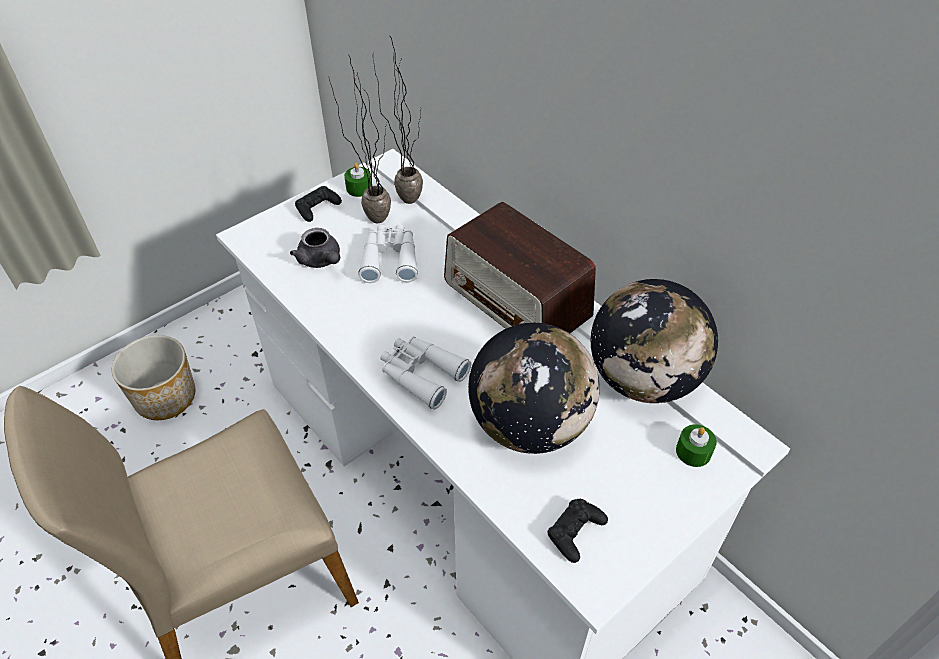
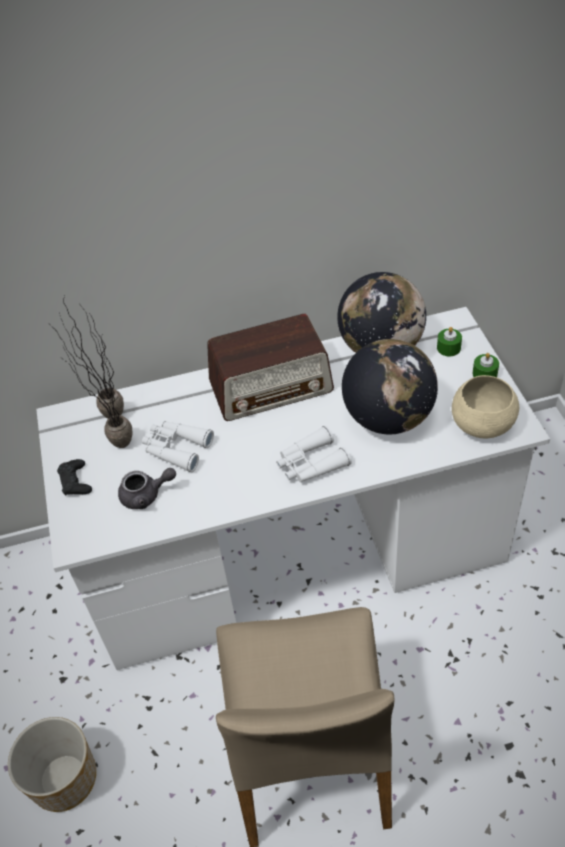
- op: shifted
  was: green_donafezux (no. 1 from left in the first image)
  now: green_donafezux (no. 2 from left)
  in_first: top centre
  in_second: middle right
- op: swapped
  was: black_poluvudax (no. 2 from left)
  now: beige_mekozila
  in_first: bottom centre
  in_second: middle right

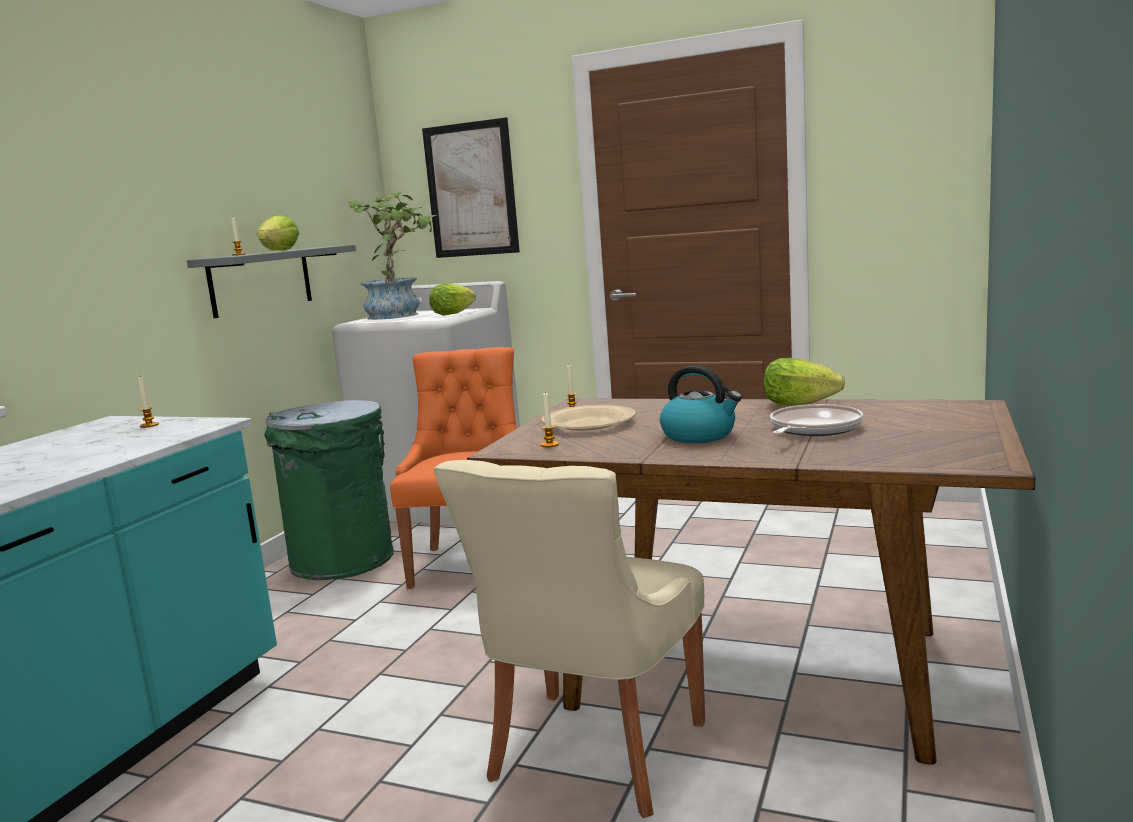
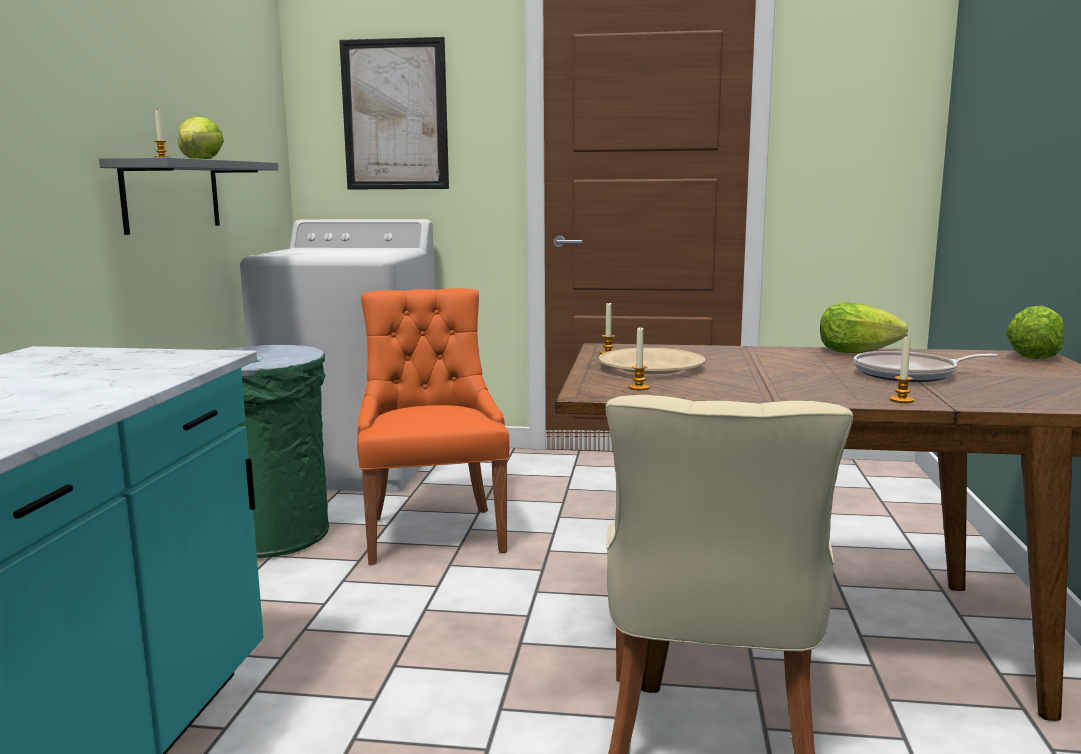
- op: gone
  was: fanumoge
  in_first: top centre
- op: gone
  was: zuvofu
  in_first: centre
- op: shifted
  was: donafezux (no. 1 from left in the first image)
  now: donafezux (no. 4 from left)
  in_first: middle left
  in_second: middle right
- op: shifted
  was: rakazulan (no. 2 from left in the first image)
  now: rakazulan (no. 3 from left)
  in_first: centre
  in_second: middle right
- op: rotated
  was: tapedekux
  in_first: middle right
  in_second: middle right
  clockwise: -120

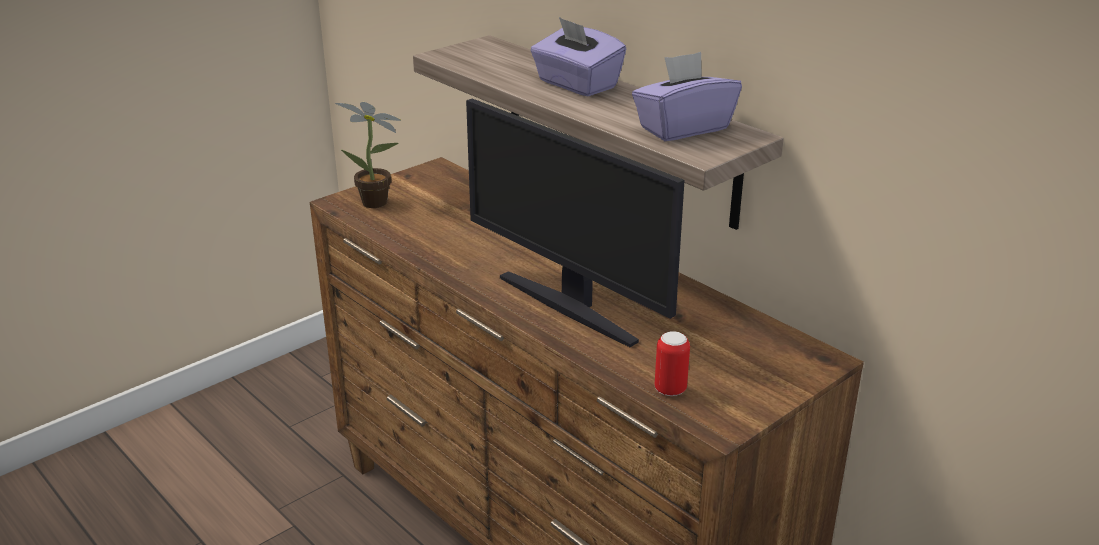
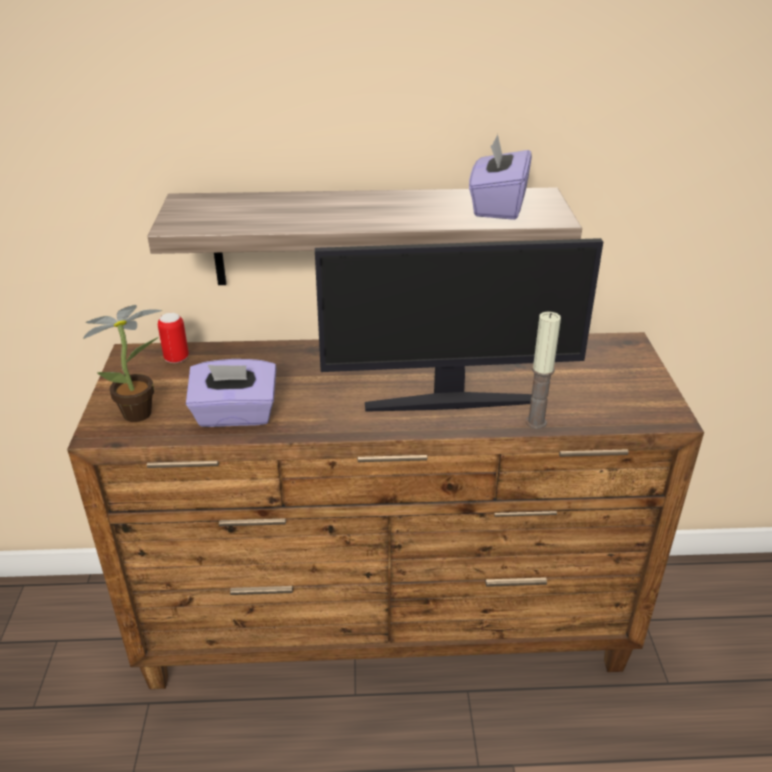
- op: new
  now: donafezux
  in_second: middle right
- op: shifted
  was: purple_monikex (no. 1 from left)
  in_first: top centre
  in_second: middle left
- op: shifted
  was: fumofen
  in_first: centre
  in_second: middle left

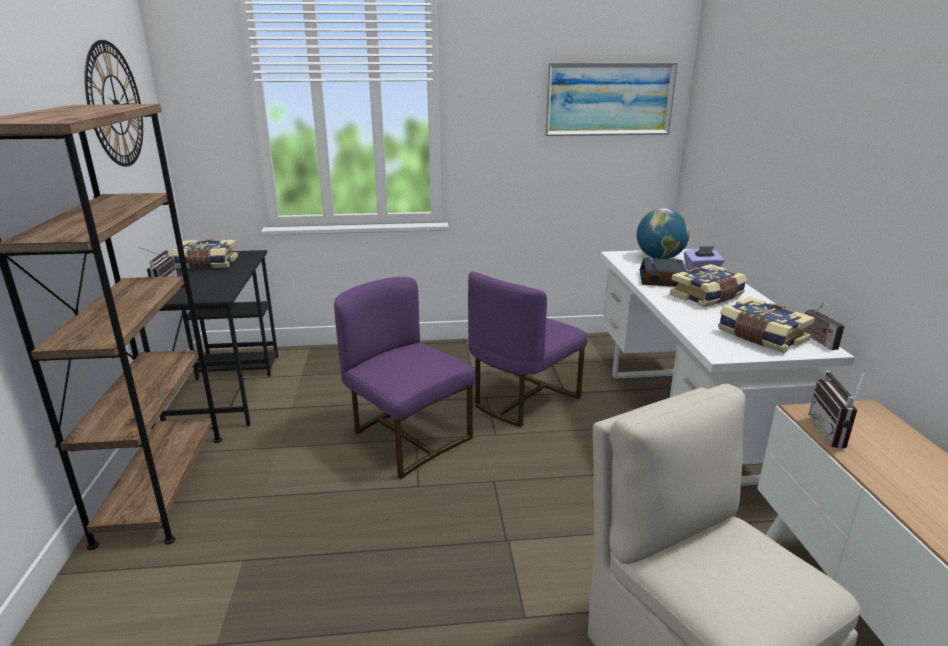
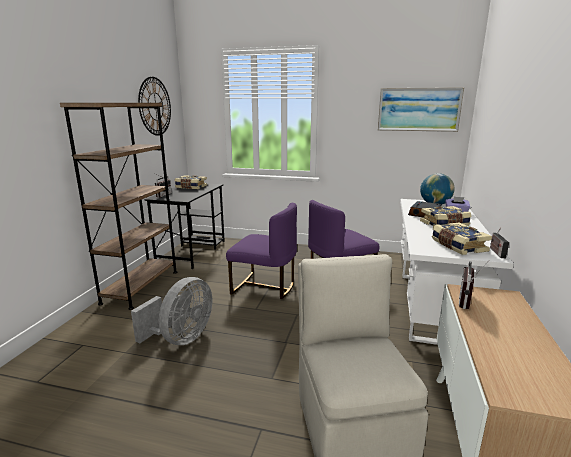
- op: new
  now: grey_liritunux
  in_second: bottom left
- op: rotated
  was: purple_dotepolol (no. 1 from left)
  in_first: centre
  in_second: centre
  clockwise: 135

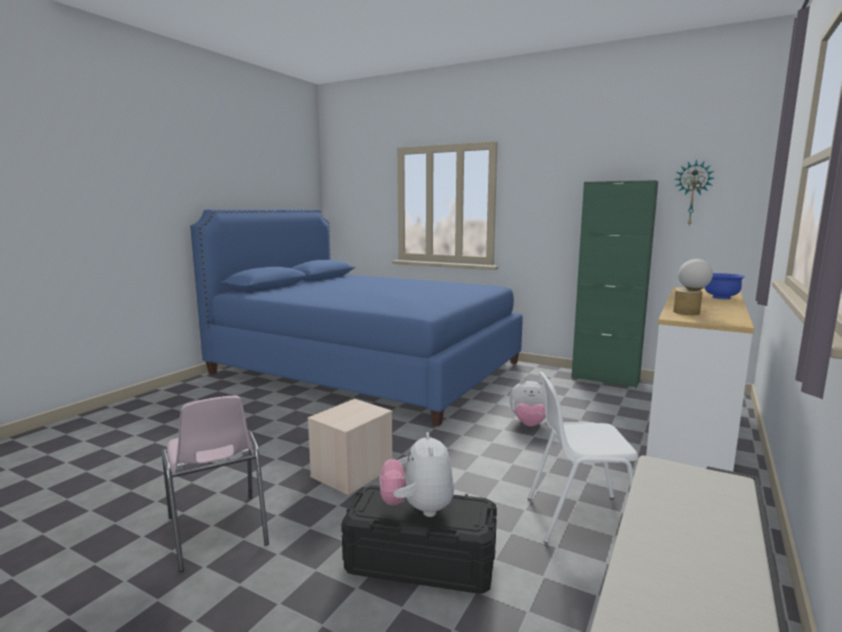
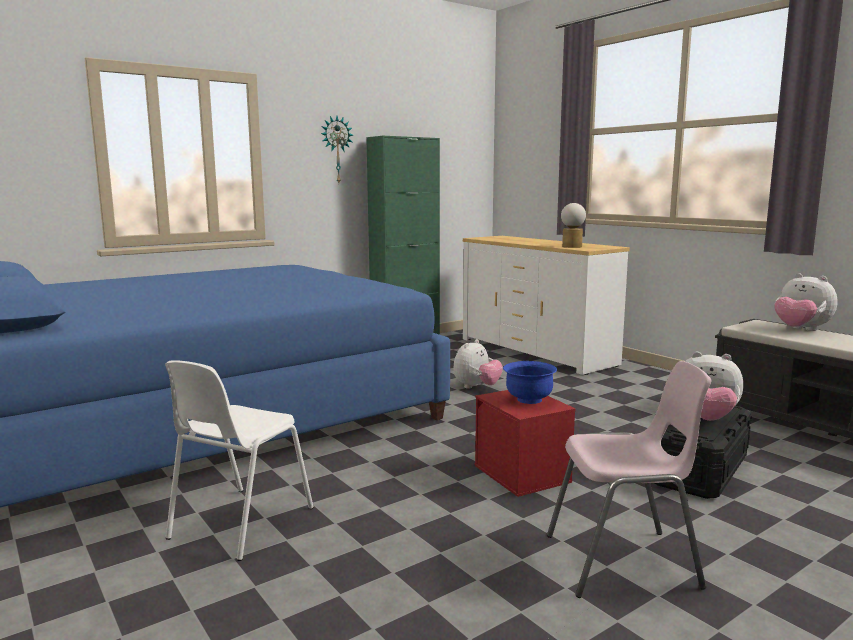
- op: new
  now: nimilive (no. 3 from left)
  in_second: middle right
- op: shifted
  was: white_dotepolol
  in_first: bottom right
  in_second: bottom left
- op: shifted
  was: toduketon
  in_first: top right
  in_second: top centre
- op: shifted
  was: blue_mekozila
  in_first: middle right
  in_second: centre
- op: repainted
  was: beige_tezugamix
  now: red_tezugamix
  in_first: bottom centre
  in_second: bottom centre

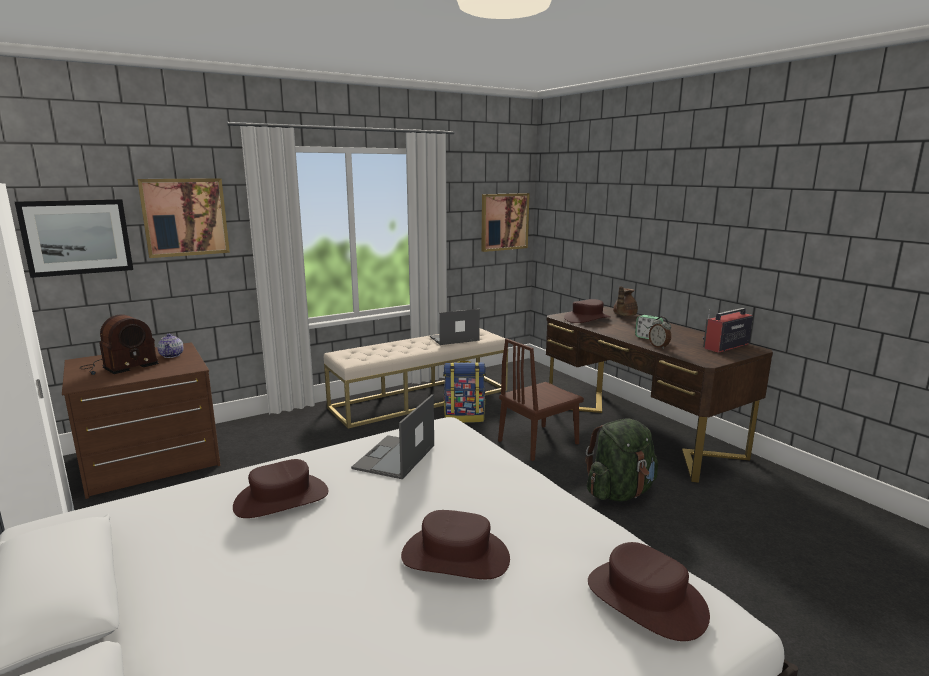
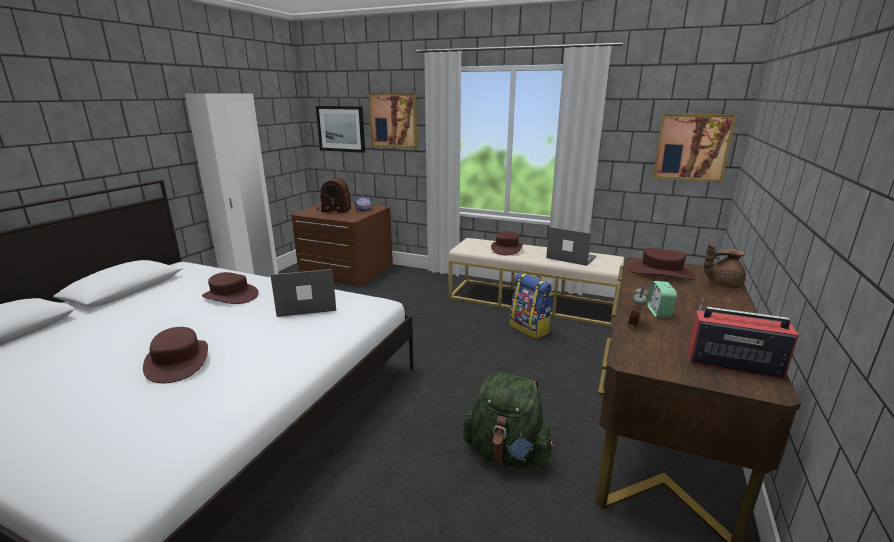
- op: gone
  was: brown_dotepolol
  in_first: centre
- op: shifted
  was: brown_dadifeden (no. 4 from left in the first image)
  now: brown_dadifeden (no. 3 from left)
  in_first: bottom right
  in_second: centre

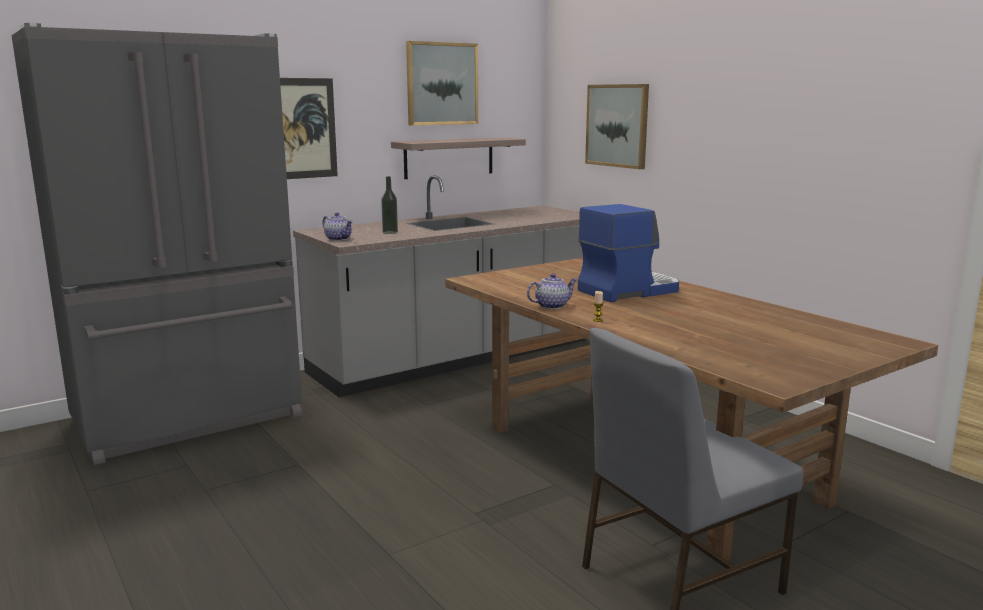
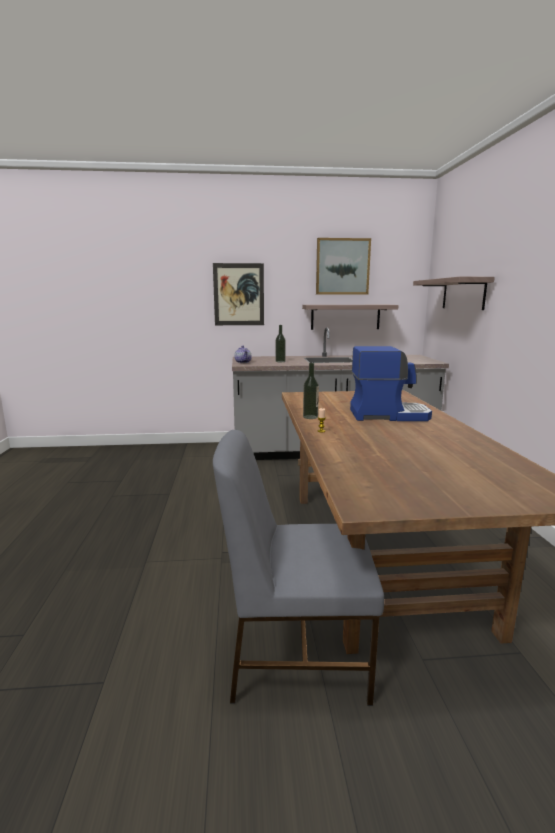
- op: gone
  was: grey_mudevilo
  in_first: middle left
- op: swapped
  was: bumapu (no. 2 from left)
  now: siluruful (no. 2 from left)
  in_first: centre
  in_second: centre
- op: swapped
  was: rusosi (no. 3 from left)
  now: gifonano (no. 2 from left)
  in_first: top centre
  in_second: middle right

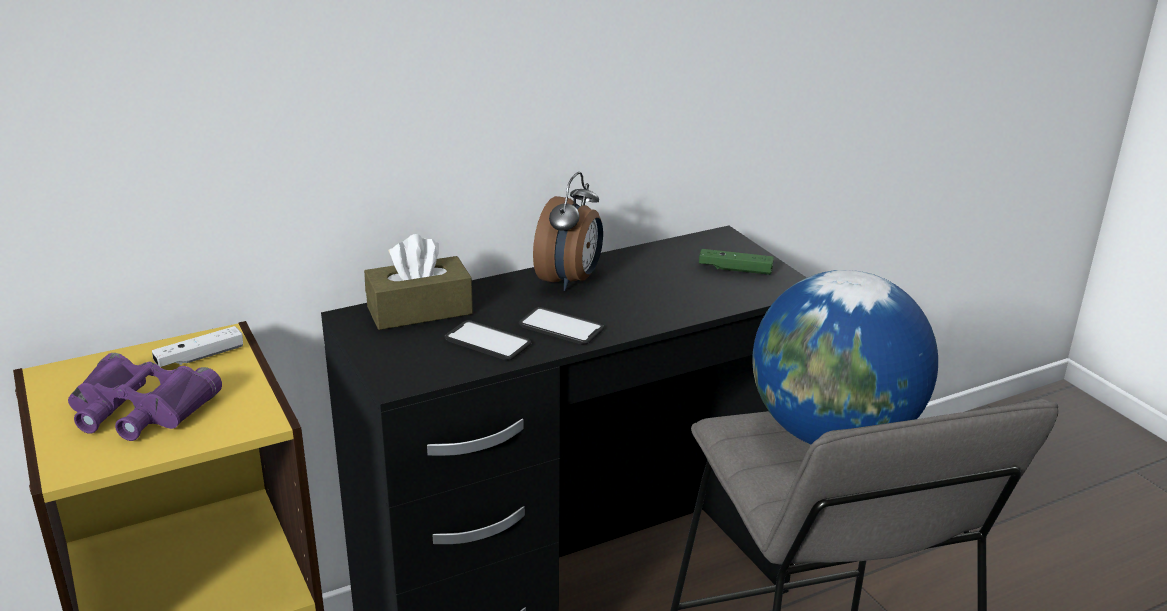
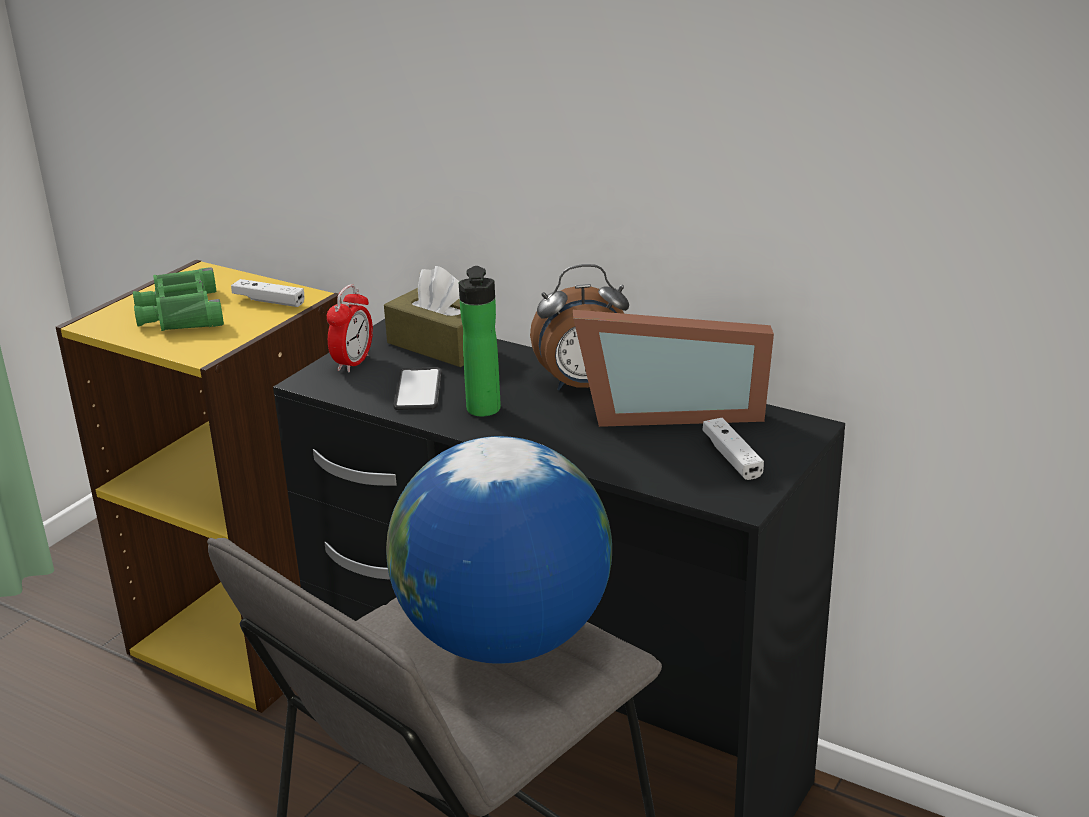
- op: new
  now: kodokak (no. 1 from left)
  in_second: middle left
- op: new
  now: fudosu
  in_second: centre
- op: swapped
  was: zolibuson (no. 2 from left)
  now: siluruful
  in_first: centre
  in_second: centre
- op: repainted
  was: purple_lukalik
  now: green_lukalik
  in_first: middle left
  in_second: middle left
- op: repainted
  was: green_poluvudax
  now: white_poluvudax (no. 2 from left)
  in_first: centre
  in_second: middle right

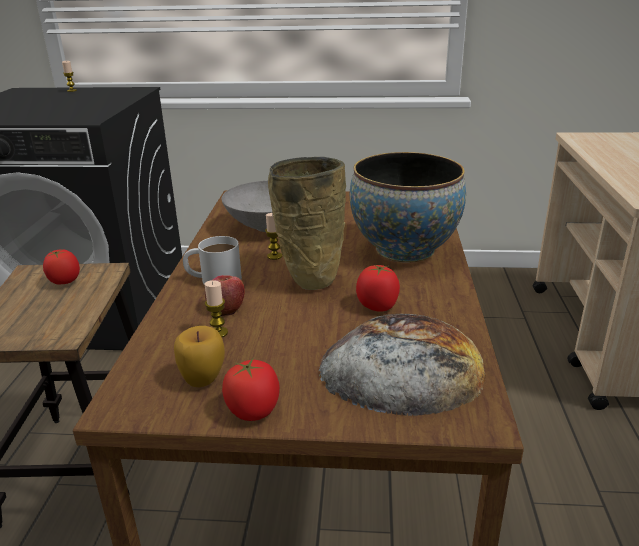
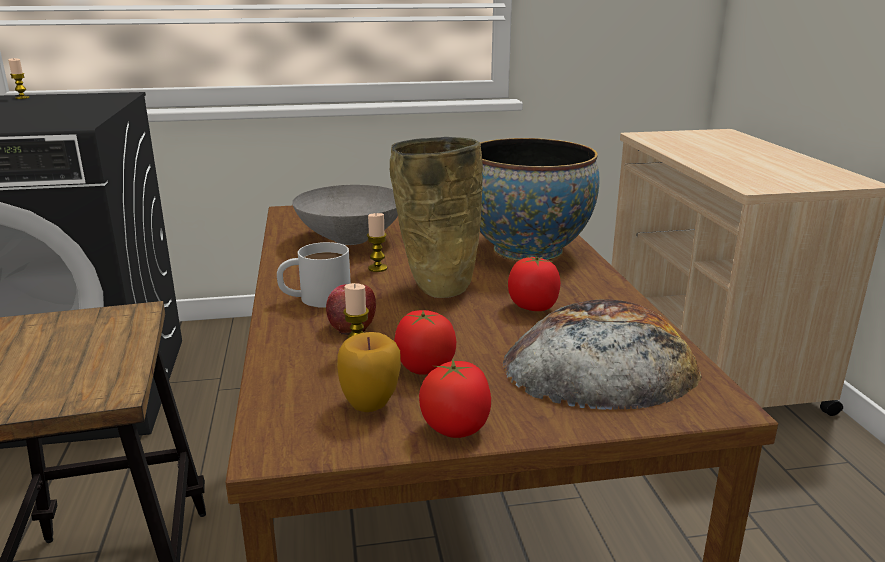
- op: shifted
  was: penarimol (no. 1 from left)
  in_first: middle left
  in_second: centre

